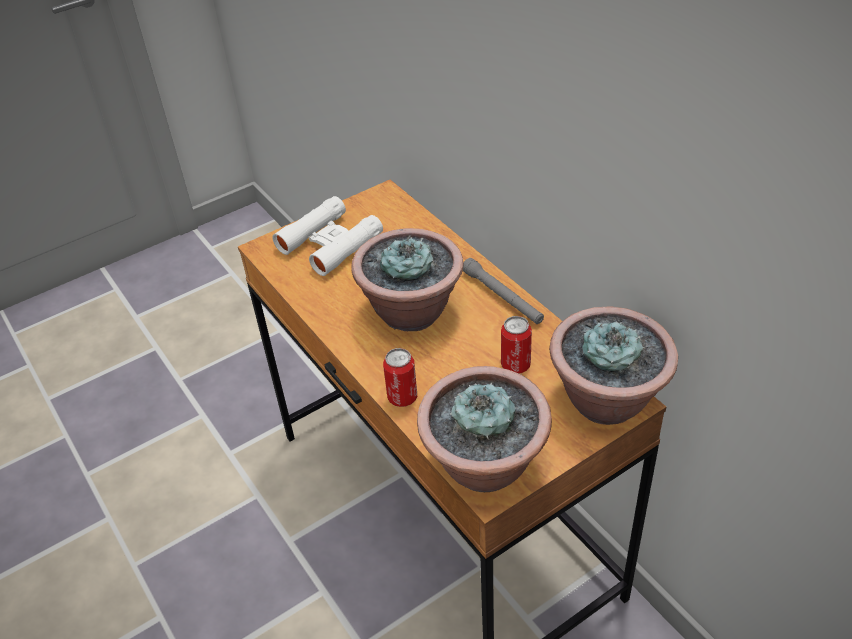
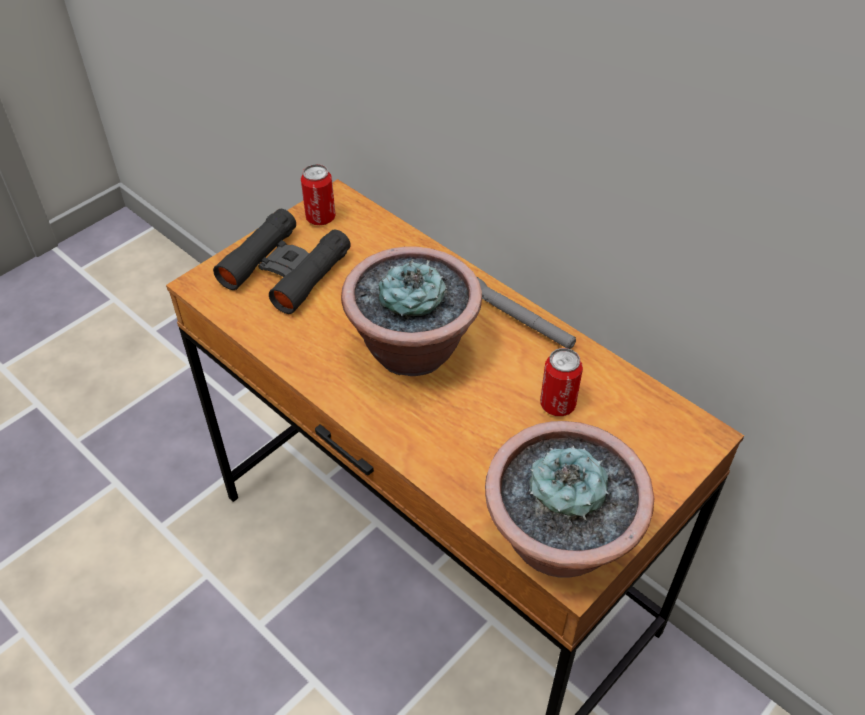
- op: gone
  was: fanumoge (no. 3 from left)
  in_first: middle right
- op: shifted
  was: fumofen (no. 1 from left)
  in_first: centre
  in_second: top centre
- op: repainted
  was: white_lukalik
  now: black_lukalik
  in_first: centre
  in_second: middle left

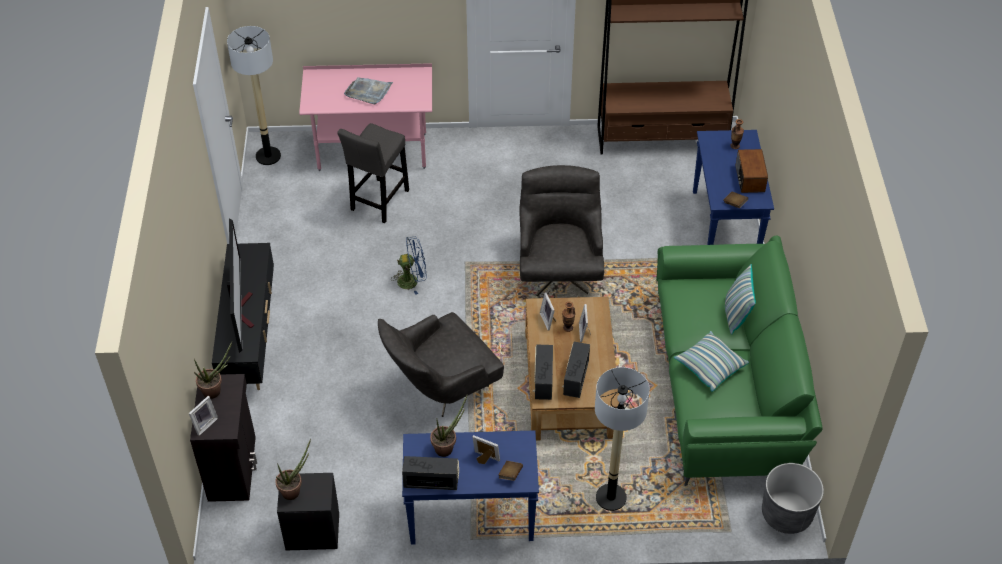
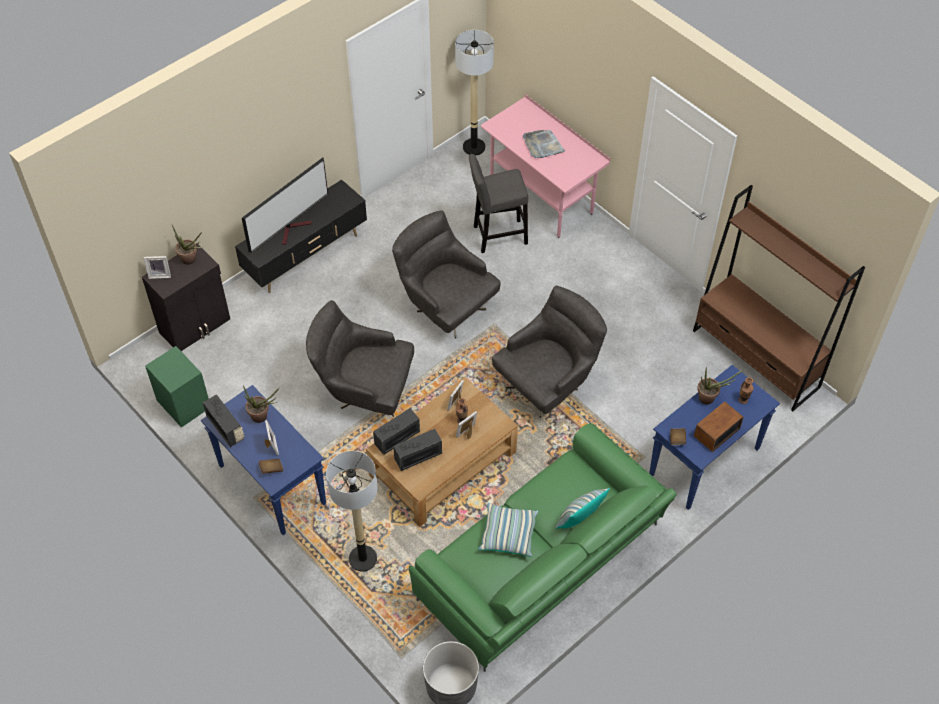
- op: shifted
  was: fanumoge (no. 2 from left in the first image)
  now: fanumoge (no. 3 from left)
  in_first: bottom left
  in_second: middle right
- op: swapped
  was: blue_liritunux
  now: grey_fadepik (no. 2 from left)
  in_first: centre
  in_second: centre
- op: repainted
  was: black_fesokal
  now: green_fesokal
  in_first: bottom left
  in_second: middle left

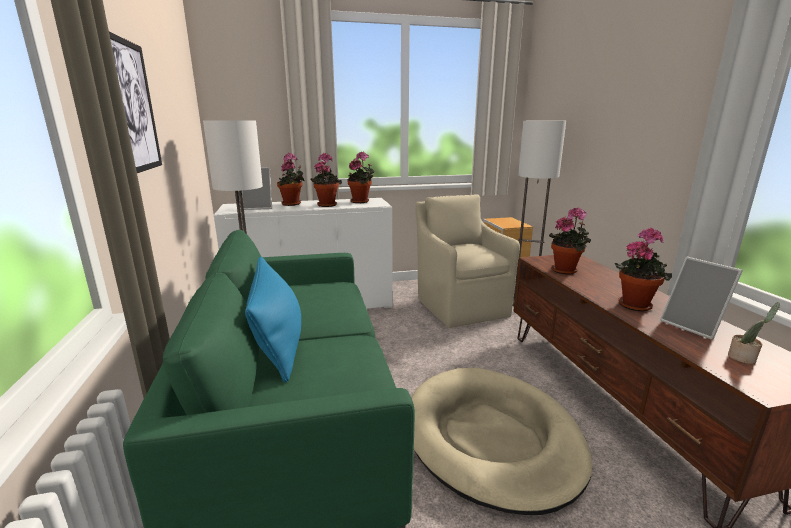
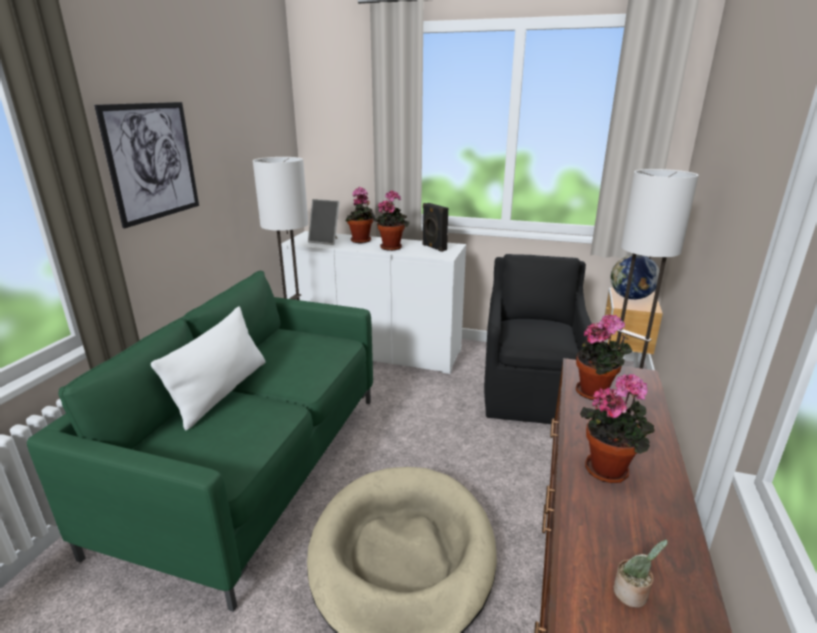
- op: gone
  was: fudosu (no. 2 from left)
  in_first: middle right
- op: new
  now: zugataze
  in_second: middle right
- op: swapped
  was: fanumoge (no. 3 from left)
  now: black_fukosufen
  in_first: centre
  in_second: centre
- op: repainted
  was: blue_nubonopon
  now: white_nubonopon
  in_first: centre
  in_second: middle left
- op: repainted
  was: beige_fadepik
  now: black_fadepik
  in_first: centre
  in_second: centre

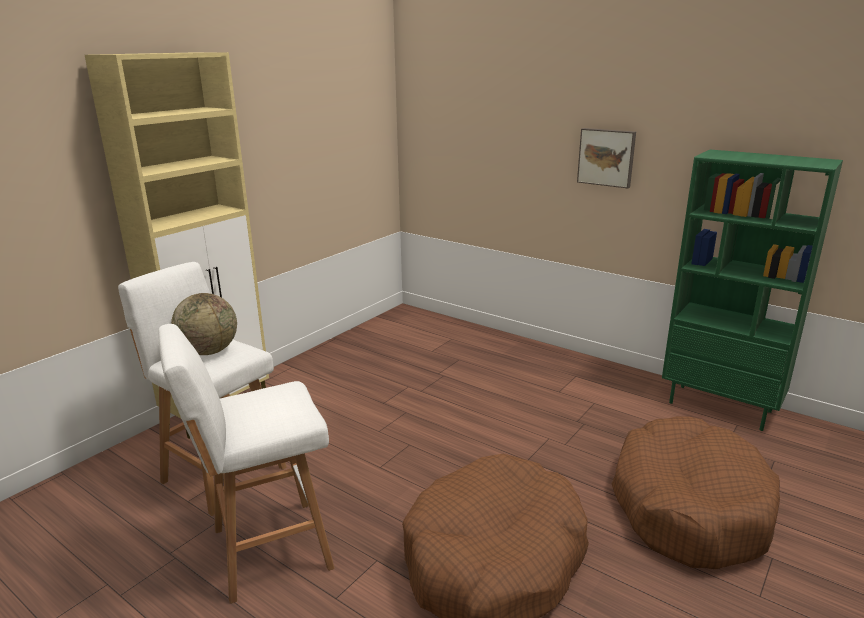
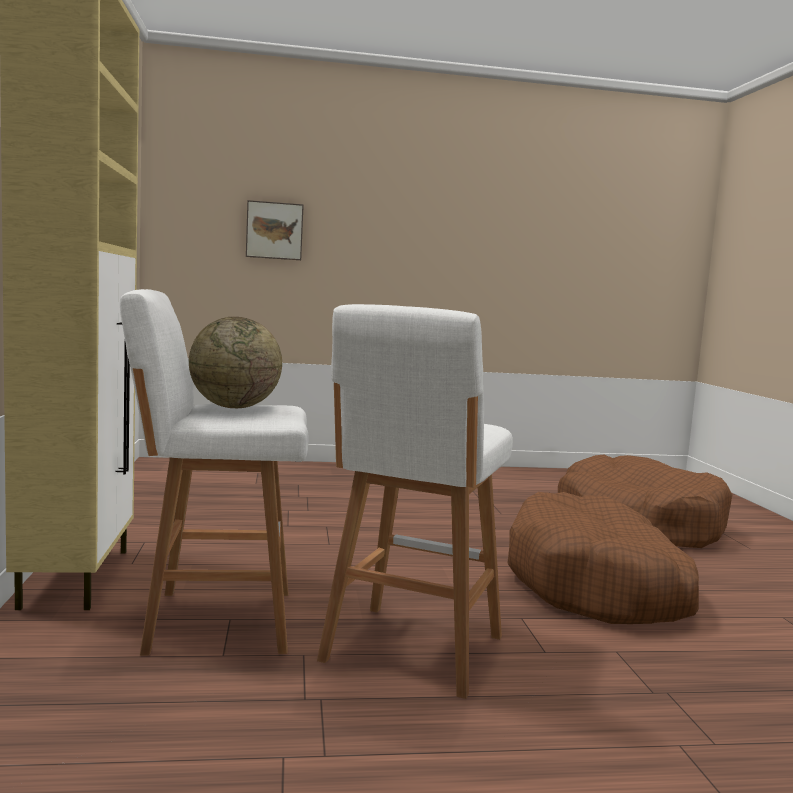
- op: gone
  was: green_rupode
  in_first: middle right
- op: shifted
  was: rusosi
  in_first: top right
  in_second: top centre

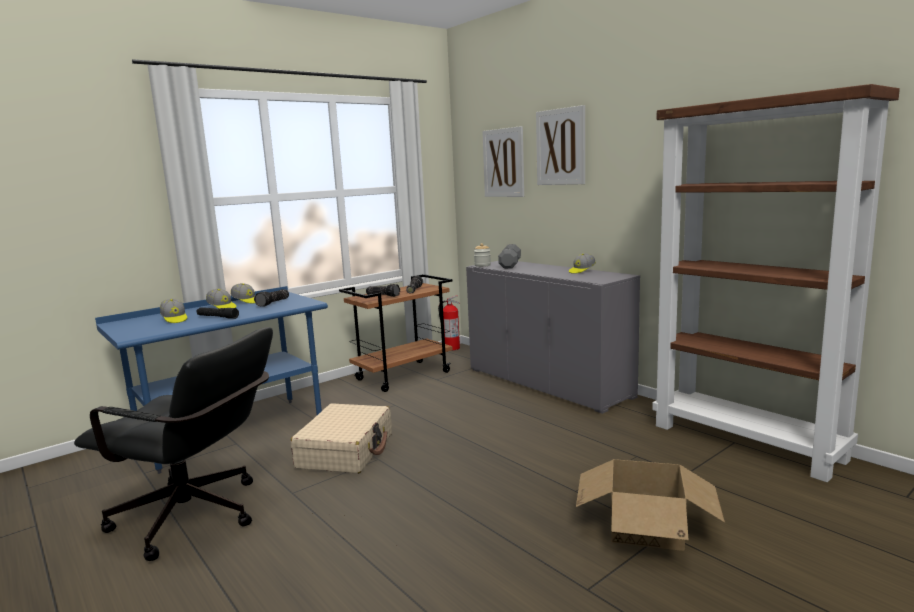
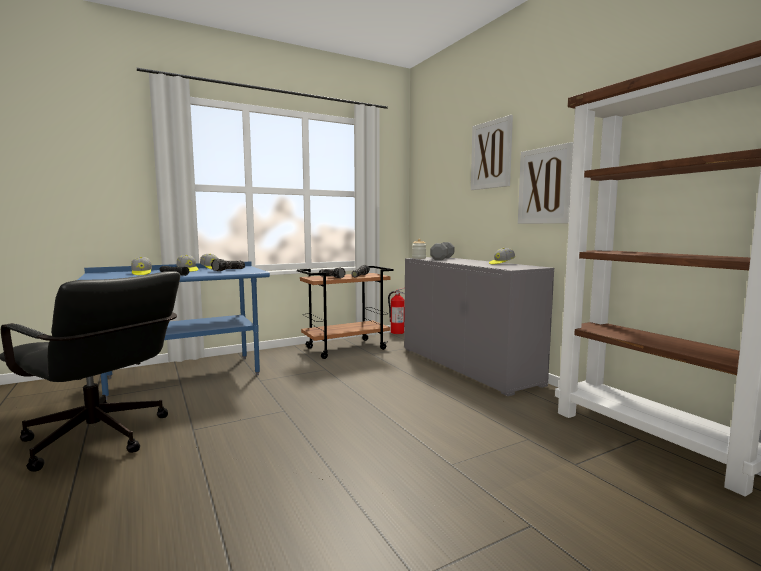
- op: gone
  was: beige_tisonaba
  in_first: bottom centre
- op: gone
  was: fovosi
  in_first: bottom right
- op: shifted
  was: rusosi (no. 1 from left in the first image)
  now: rusosi (no. 2 from left)
  in_first: top centre
  in_second: top right

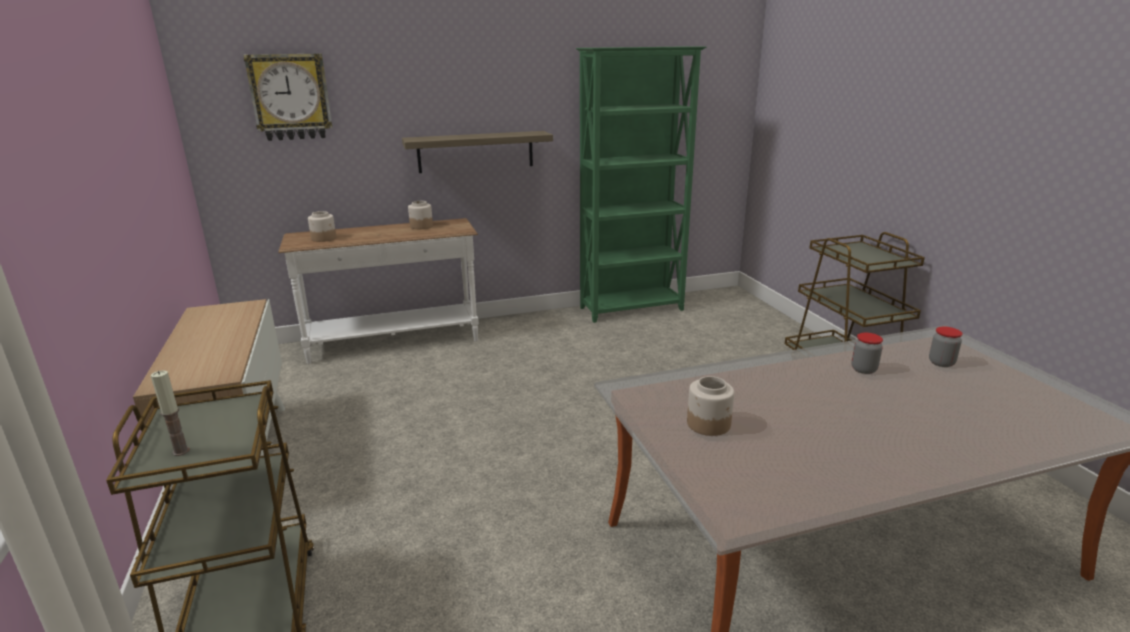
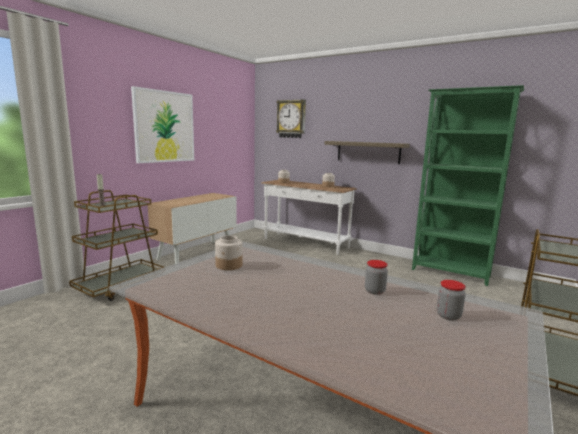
- op: new
  now: rusosi
  in_second: top left

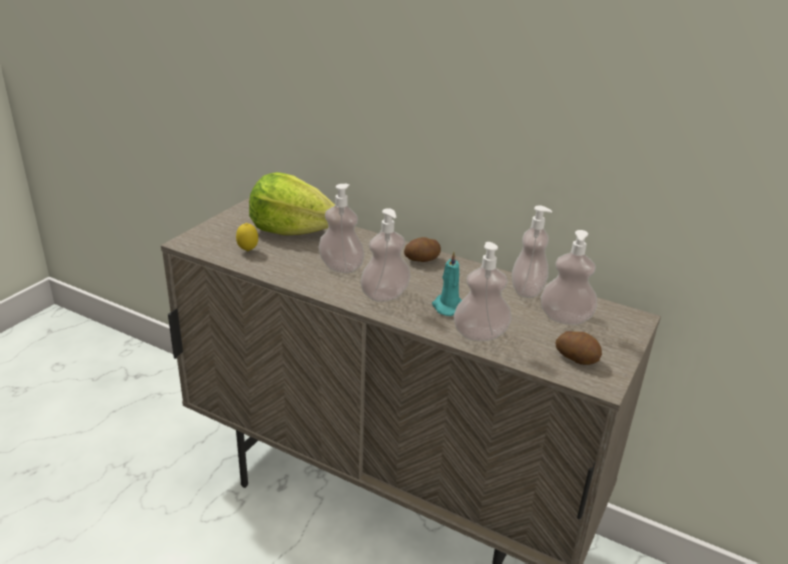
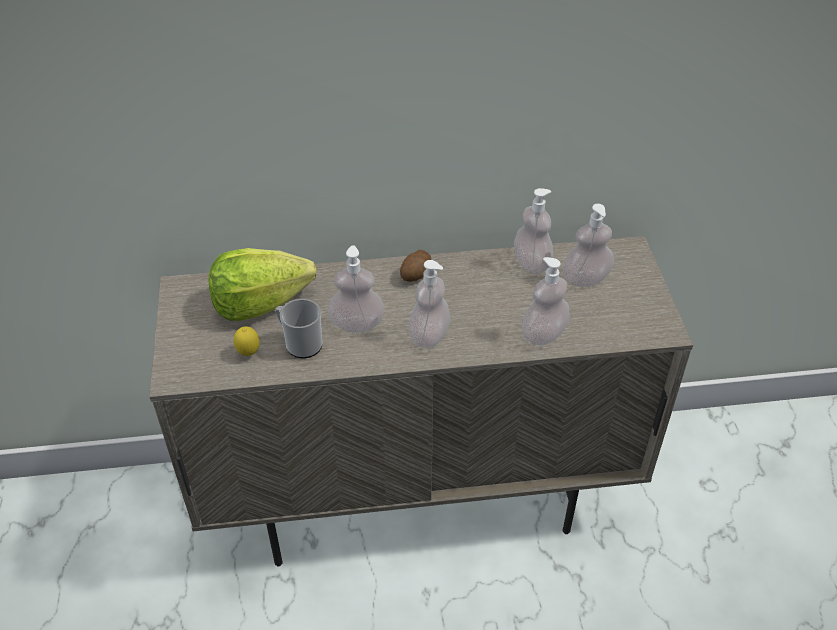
- op: gone
  was: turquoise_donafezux
  in_first: centre
- op: gone
  was: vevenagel (no. 2 from left)
  in_first: middle right
- op: new
  now: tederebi
  in_second: centre

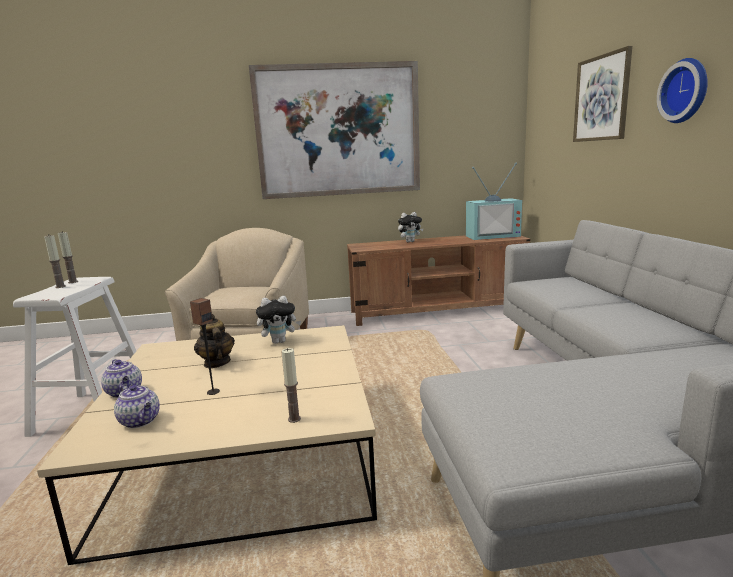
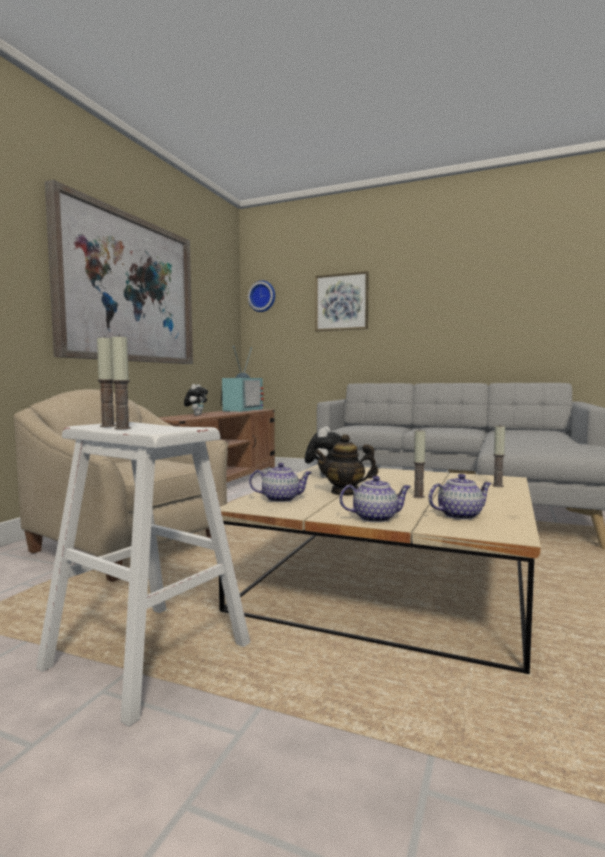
- op: new
  now: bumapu (no. 1 from left)
  in_second: centre
- op: shifted
  was: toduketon
  in_first: top right
  in_second: centre
- op: swapped
  was: fukosufen
  now: donafezux (no. 3 from left)
  in_first: middle left
  in_second: middle right

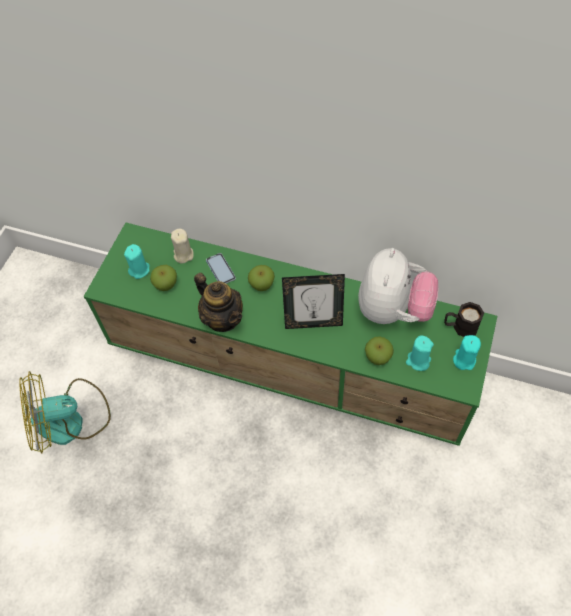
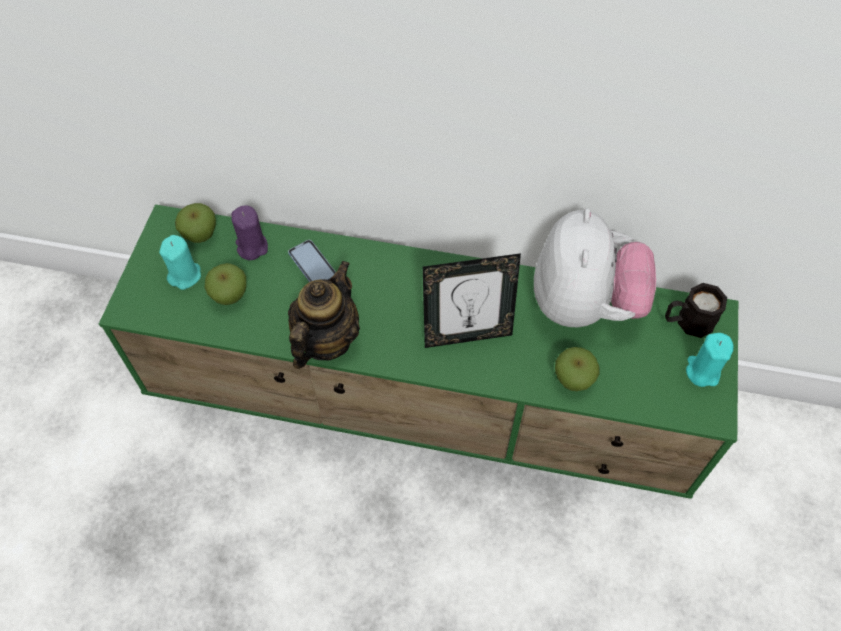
- op: gone
  was: liritunux
  in_first: bottom left
- op: gone
  was: turquoise_donafezux (no. 2 from left)
  in_first: middle right
- op: shifted
  was: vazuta (no. 2 from left in the first image)
  now: vazuta (no. 1 from left)
  in_first: centre
  in_second: middle left
- op: repainted
  was: beige_donafezux
  now: purple_donafezux
  in_first: middle left
  in_second: middle left
- op: rotated
  was: bumapu
  in_first: centre
  in_second: centre
  clockwise: -105

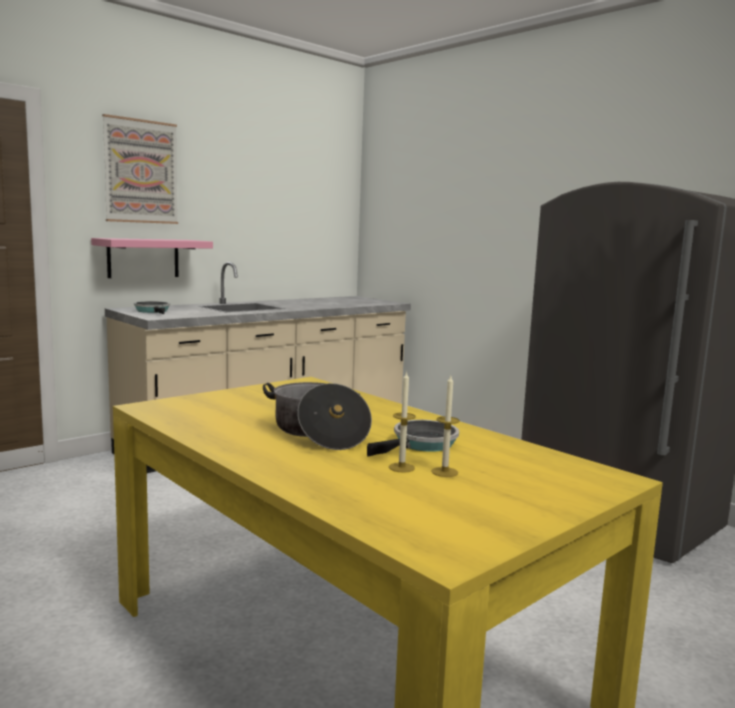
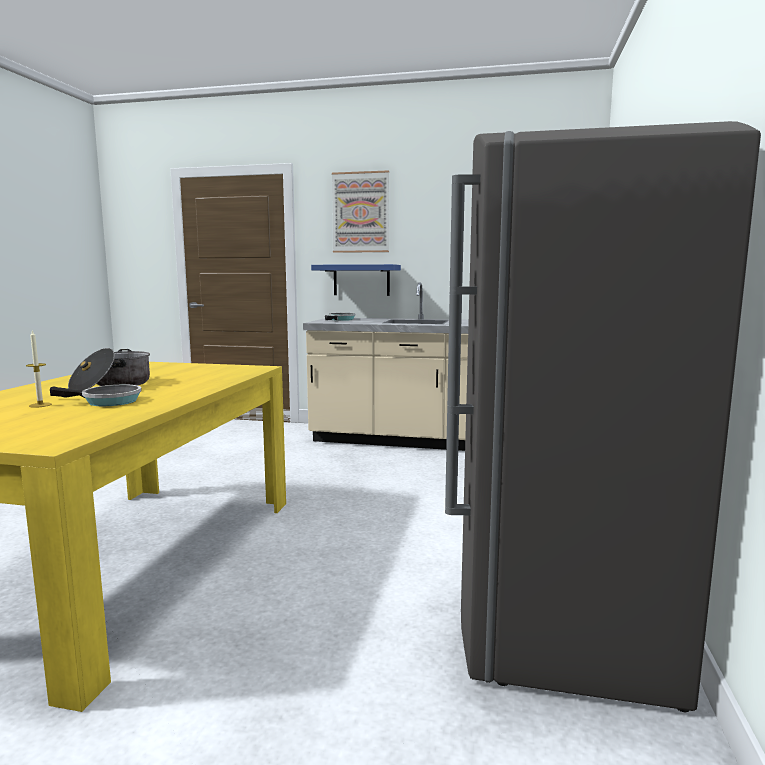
- op: gone
  was: donafezux (no. 2 from left)
  in_first: centre
- op: repainted
  was: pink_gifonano
  now: blue_gifonano
  in_first: middle left
  in_second: centre

